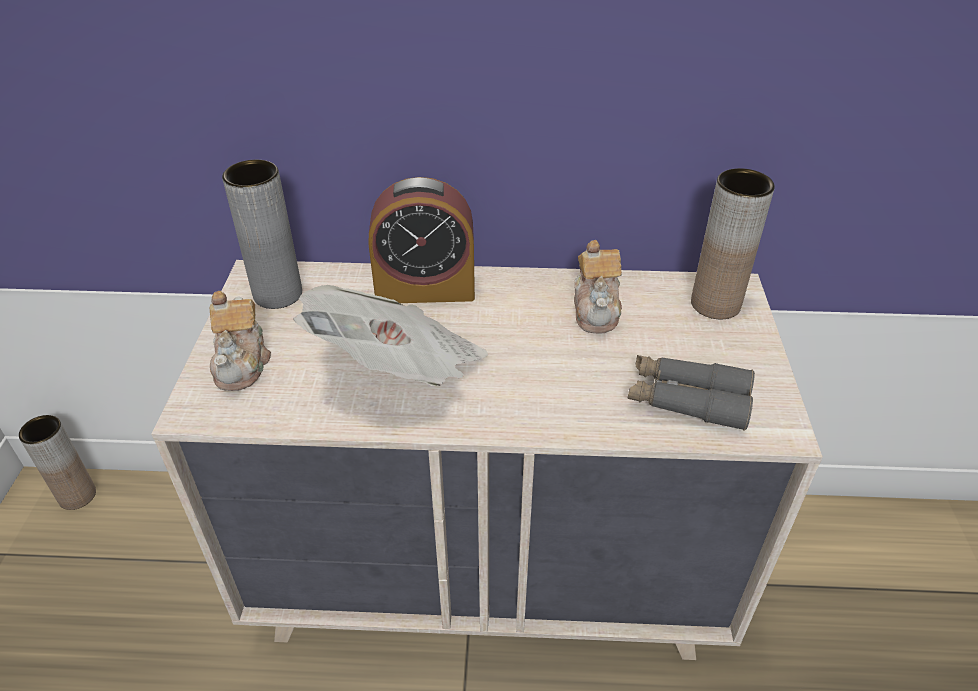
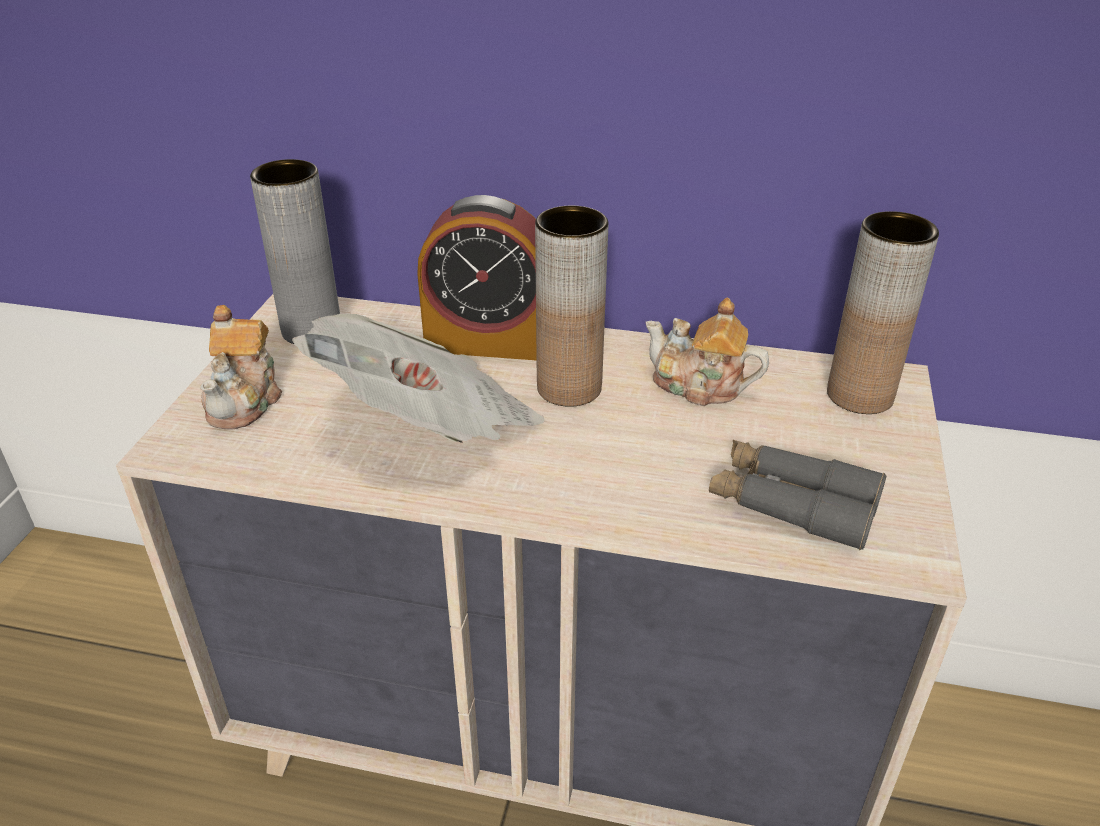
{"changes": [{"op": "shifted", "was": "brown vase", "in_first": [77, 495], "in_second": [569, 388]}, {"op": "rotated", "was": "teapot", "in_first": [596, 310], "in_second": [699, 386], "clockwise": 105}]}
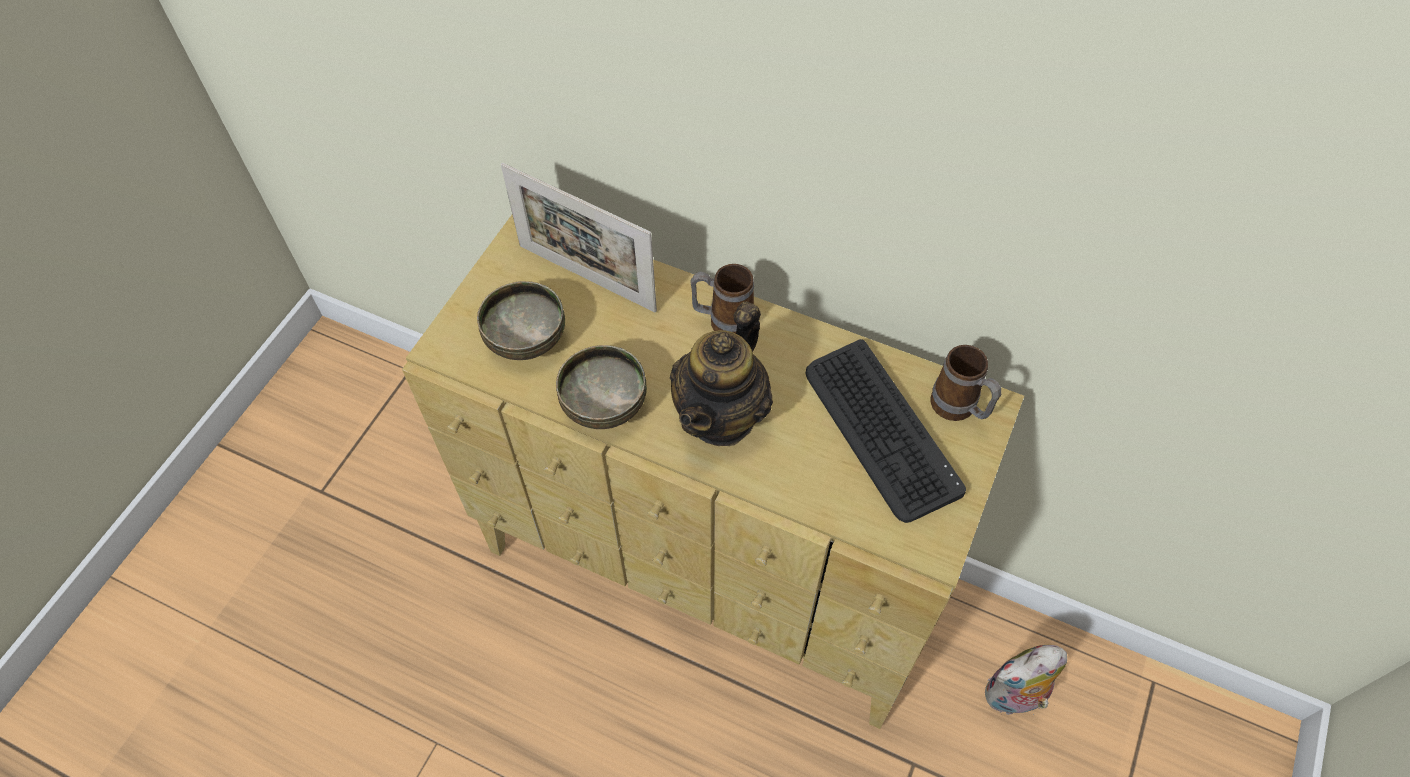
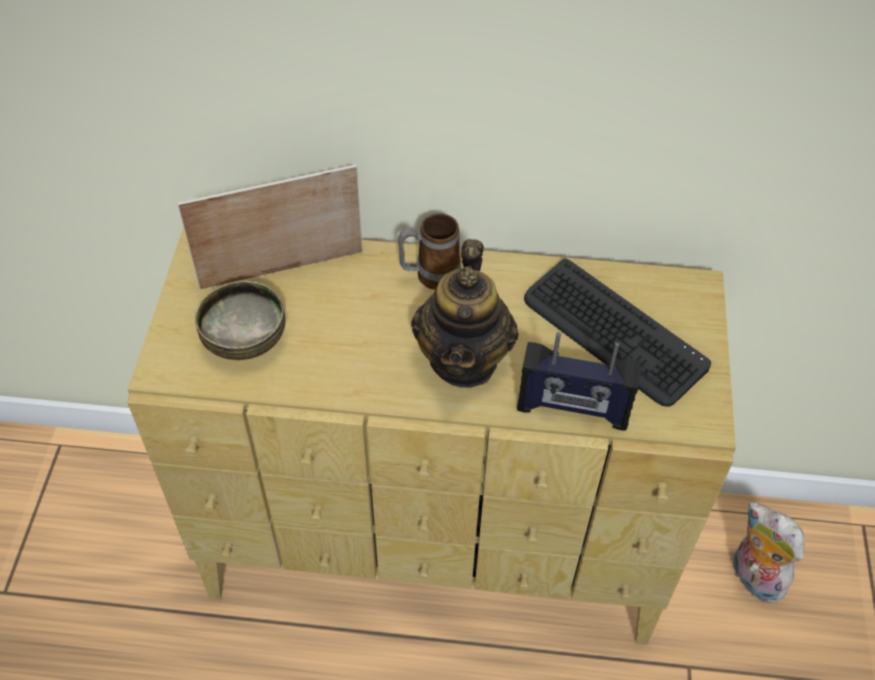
{"changes": [{"op": "rotated", "was": "picture frame", "in_first": [586, 278], "in_second": [282, 269], "clockwise": 150}, {"op": "gone", "was": "bowl", "in_first": [604, 405]}, {"op": "gone", "was": "mug", "in_first": [959, 410]}, {"op": "rotated", "was": "plush toy", "in_first": [1013, 697], "in_second": [752, 577], "clockwise": 90}, {"op": "new", "now": "radio", "in_second": [573, 409]}]}
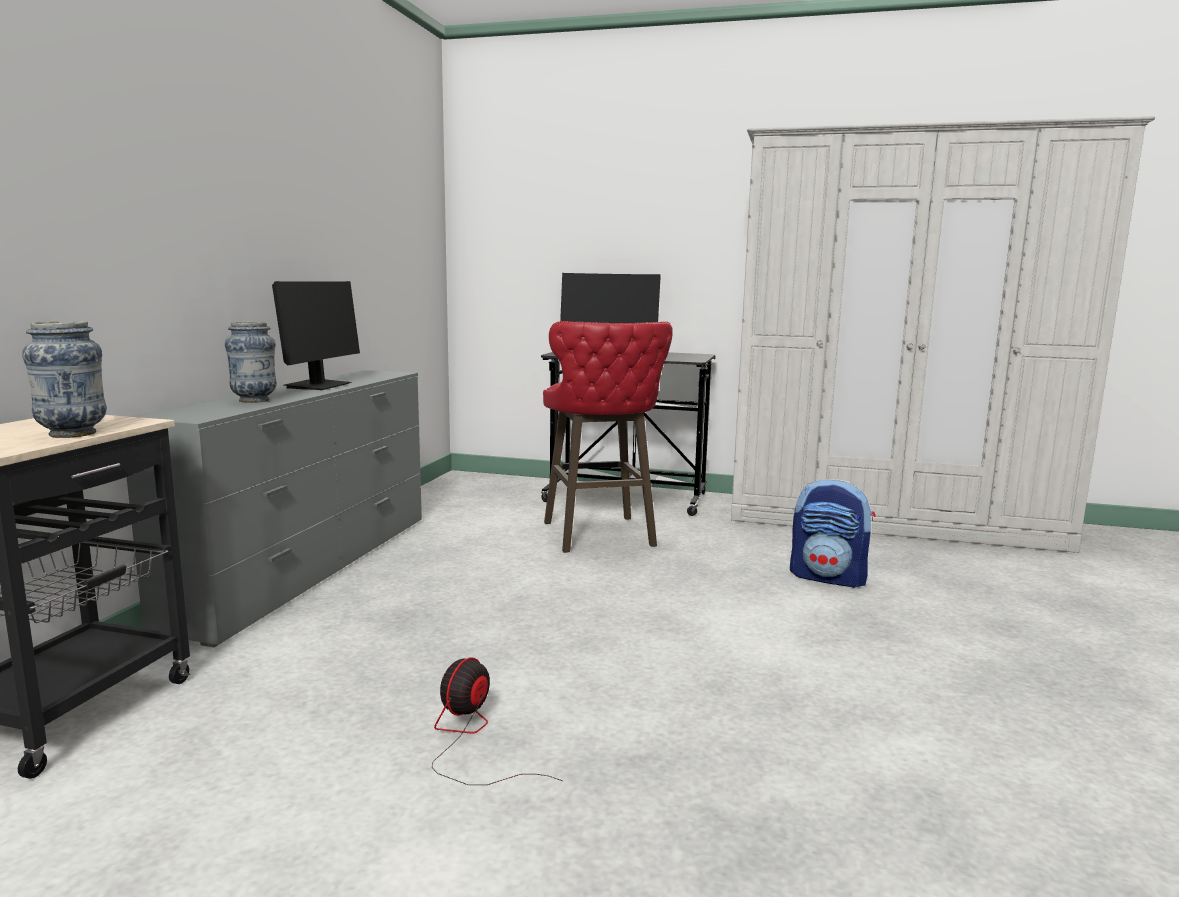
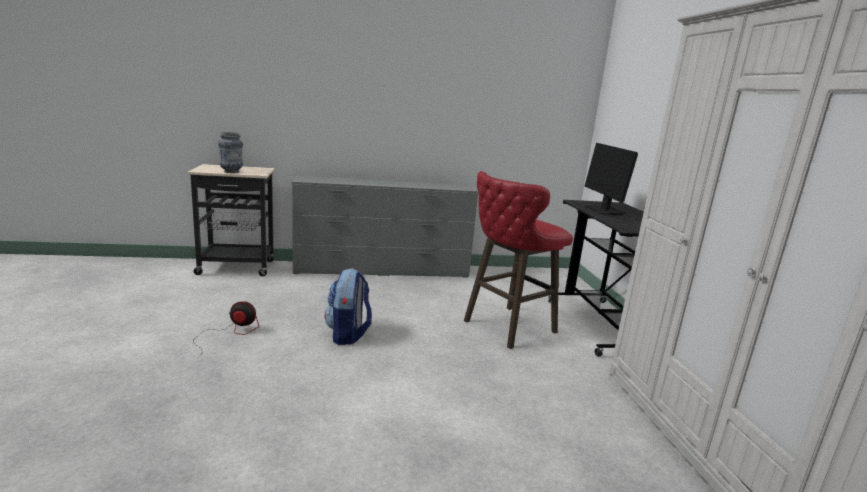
{"changes": [{"op": "gone", "was": "vase", "in_first": [254, 400]}, {"op": "gone", "was": "monitor", "in_first": [318, 386]}, {"op": "shifted", "was": "backpack", "in_first": [829, 578], "in_second": [348, 334]}]}
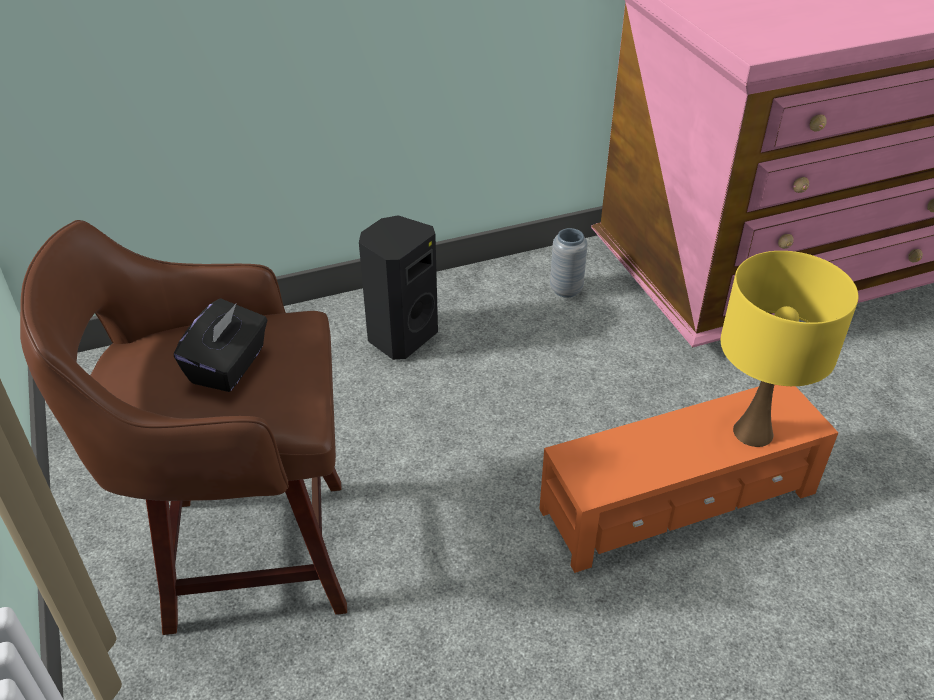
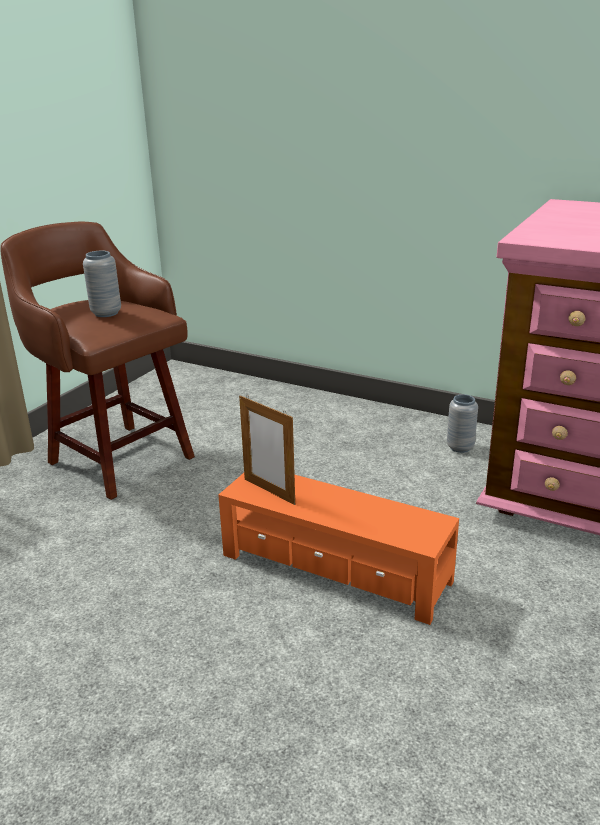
{"changes": [{"op": "swapped", "was": "black tissue box", "now": "grey vase", "in_first": [229, 366], "in_second": [106, 313]}, {"op": "gone", "was": "black speaker", "in_first": [400, 336]}, {"op": "gone", "was": "yellow table lamp", "in_first": [752, 432]}, {"op": "new", "now": "picture frame", "in_second": [269, 491]}]}
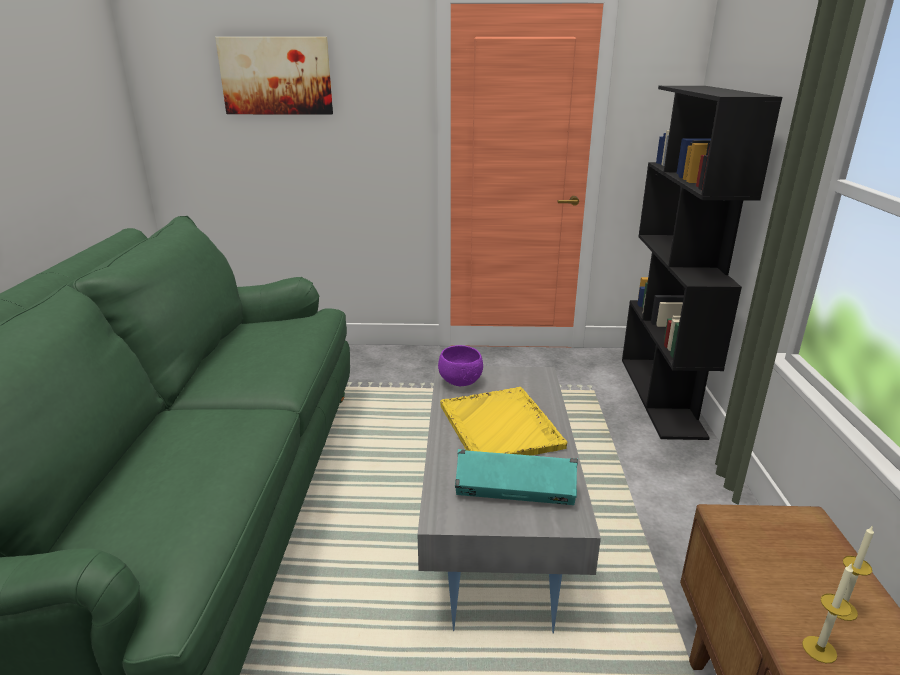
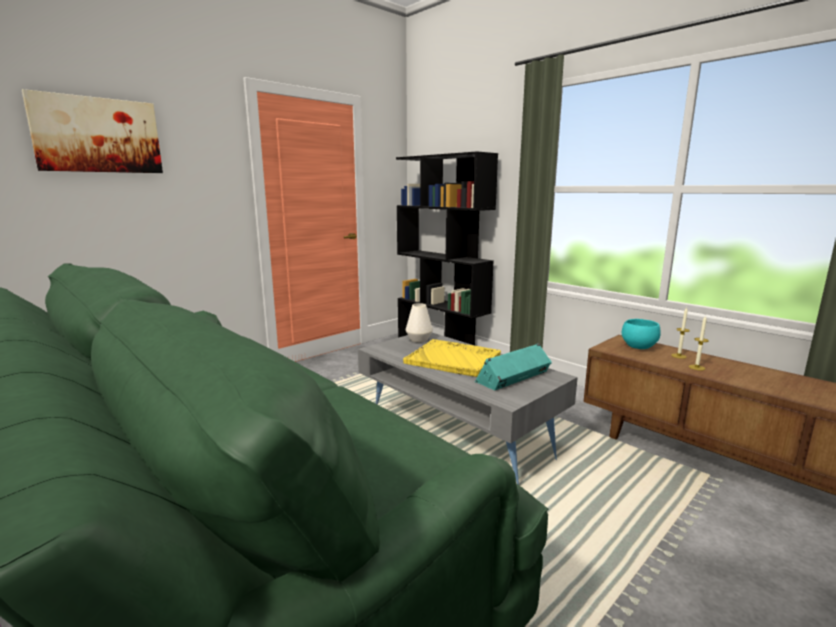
{"changes": [{"op": "gone", "was": "purple bowl", "in_first": [461, 382]}, {"op": "new", "now": "white vase", "in_second": [419, 339]}, {"op": "new", "now": "turquoise bowl", "in_second": [637, 347]}]}
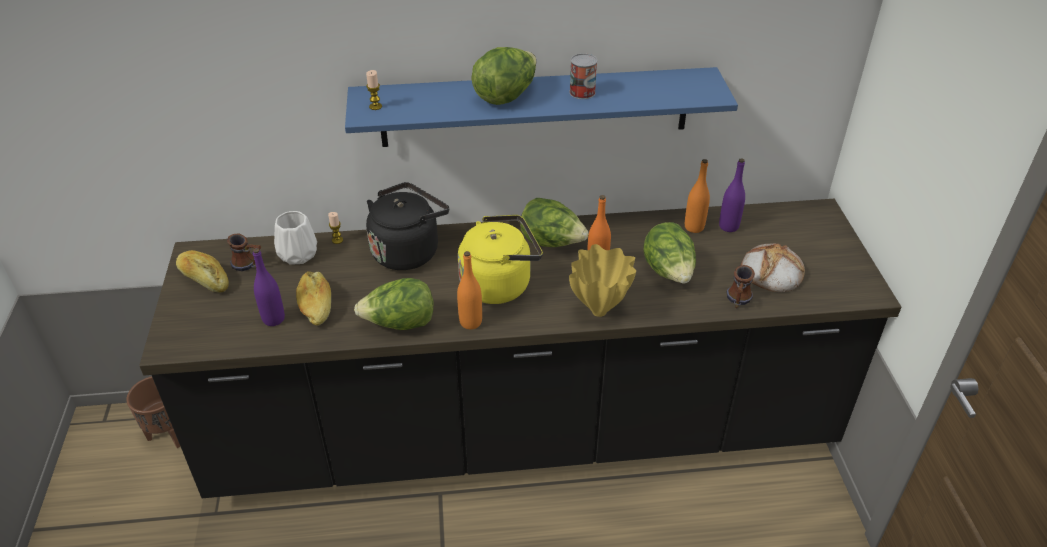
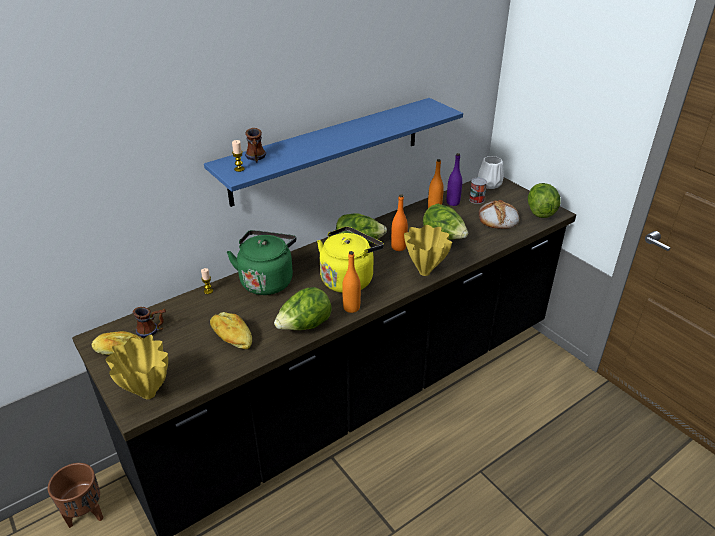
{"changes": [{"op": "gone", "was": "purple bottle", "in_first": [273, 319]}, {"op": "shifted", "was": "white vase", "in_first": [297, 254], "in_second": [488, 184]}, {"op": "repainted", "was": "black kettle", "now": "green kettle", "in_first": [408, 251], "in_second": [267, 280]}, {"op": "shifted", "was": "lettuce", "in_first": [506, 96], "in_second": [540, 211]}, {"op": "shifted", "was": "can", "in_first": [582, 92], "in_second": [476, 200]}, {"op": "shifted", "was": "mug", "in_first": [737, 301], "in_second": [256, 158]}, {"op": "new", "now": "yellow vase", "in_second": [148, 394]}]}
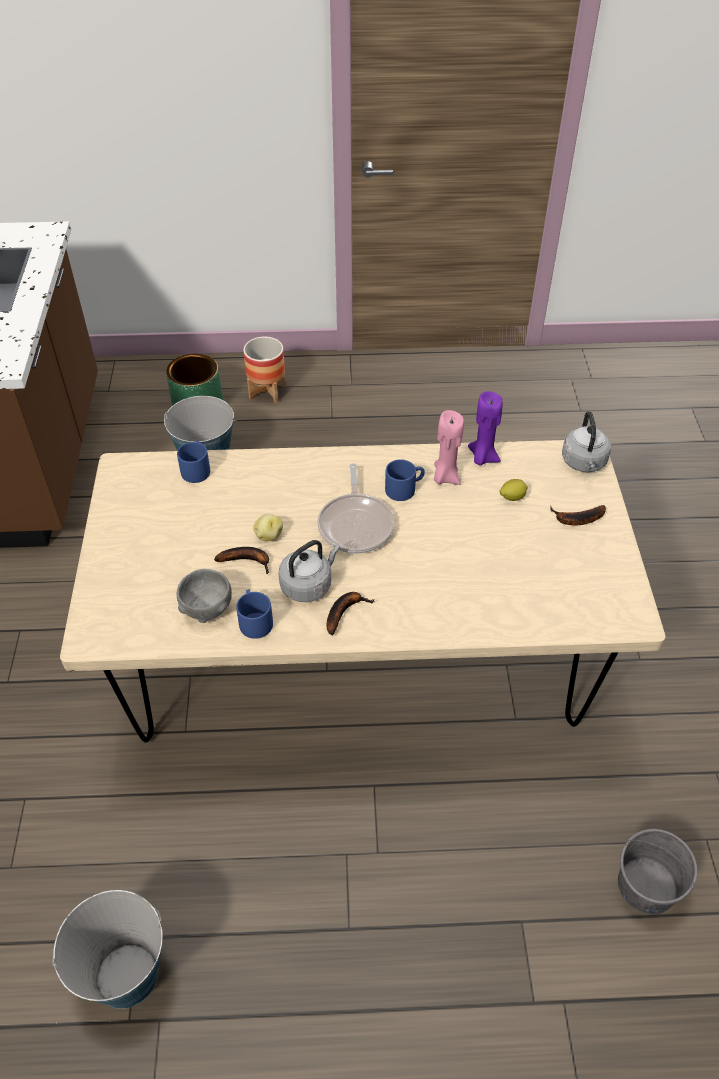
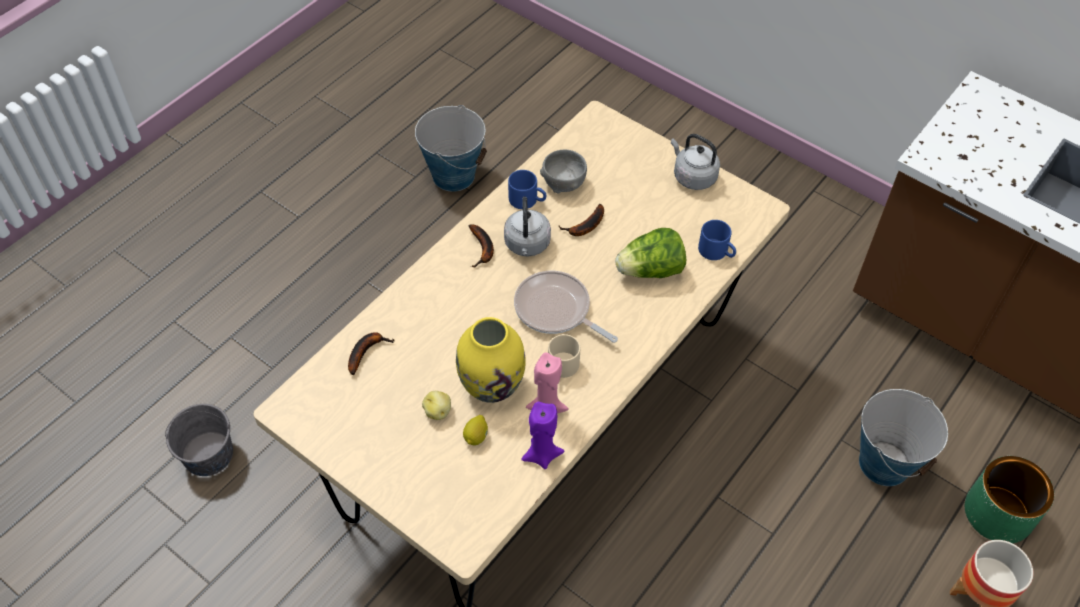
{"changes": [{"op": "shifted", "was": "potato", "in_first": [268, 535], "in_second": [438, 411]}, {"op": "repainted", "was": "blue mug", "now": "beige mug", "in_first": [404, 488], "in_second": [562, 369]}, {"op": "shifted", "was": "banana", "in_first": [576, 519], "in_second": [366, 352]}, {"op": "shifted", "was": "grey kettle", "in_first": [584, 463], "in_second": [692, 176]}, {"op": "new", "now": "yellow vase", "in_second": [492, 385]}, {"op": "new", "now": "lettuce", "in_second": [650, 271]}]}
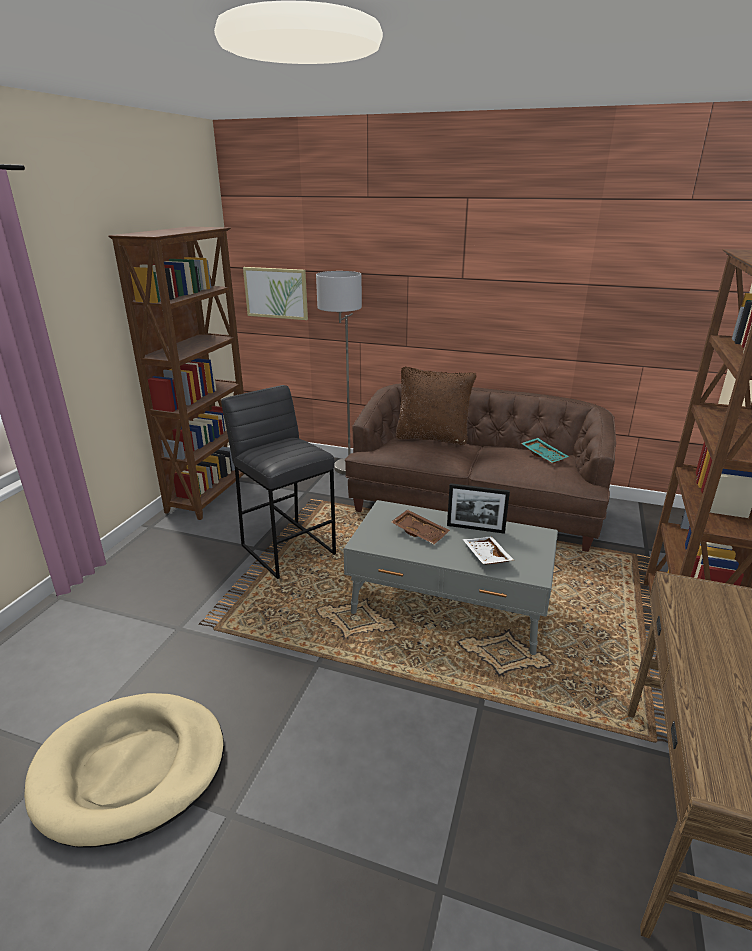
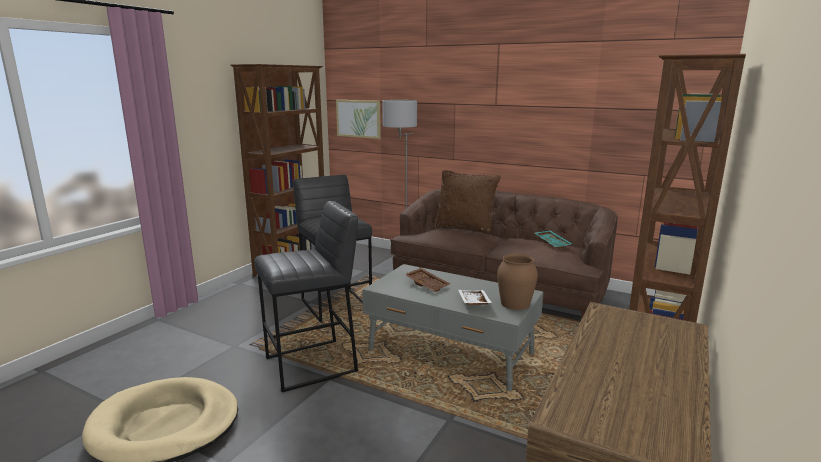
{"changes": [{"op": "gone", "was": "picture frame", "in_first": [475, 528]}, {"op": "new", "now": "grey stool", "in_second": [312, 364]}, {"op": "new", "now": "brown vase", "in_second": [514, 303]}]}
